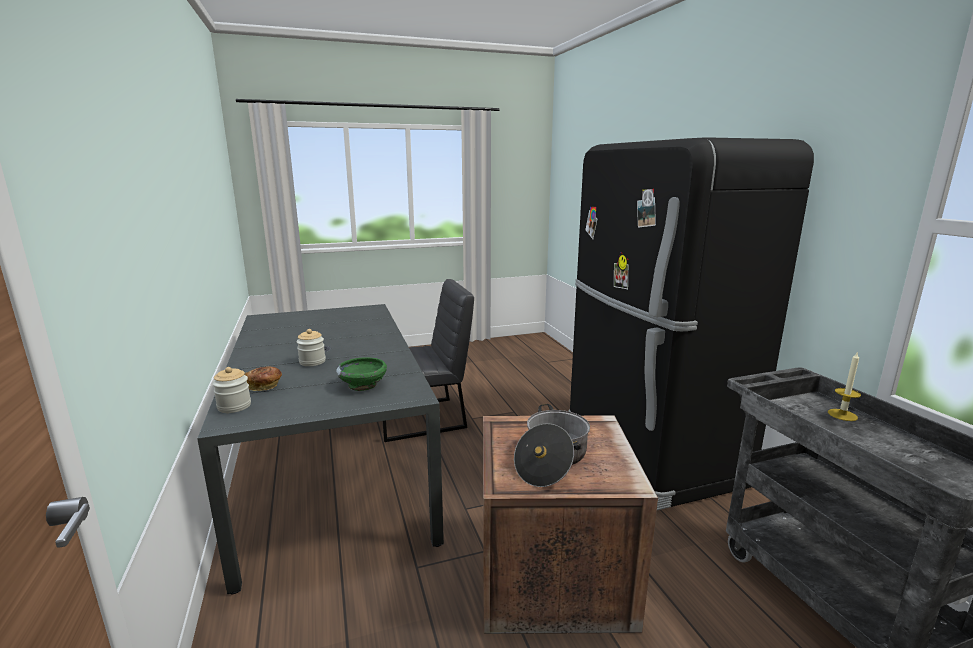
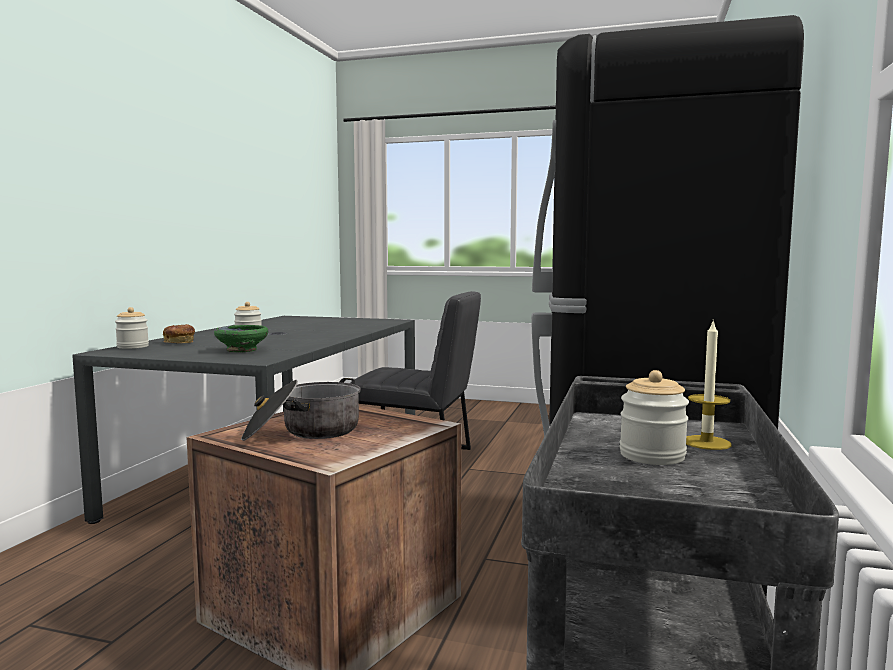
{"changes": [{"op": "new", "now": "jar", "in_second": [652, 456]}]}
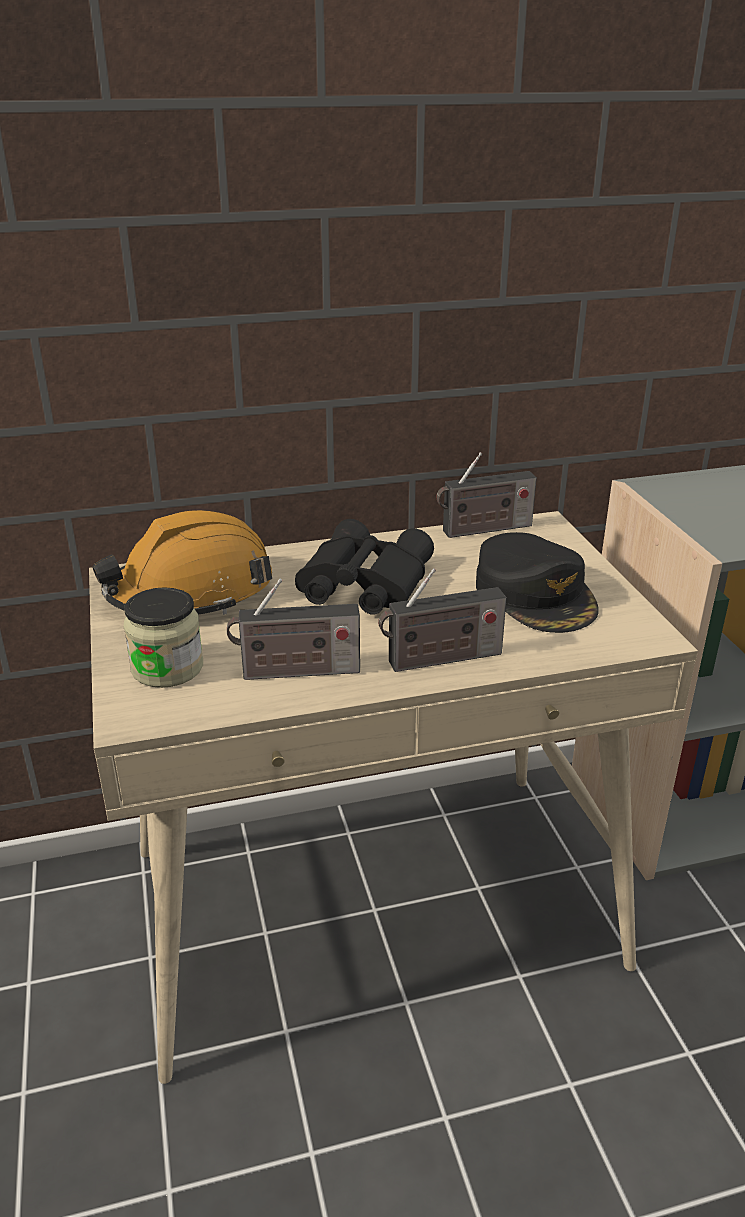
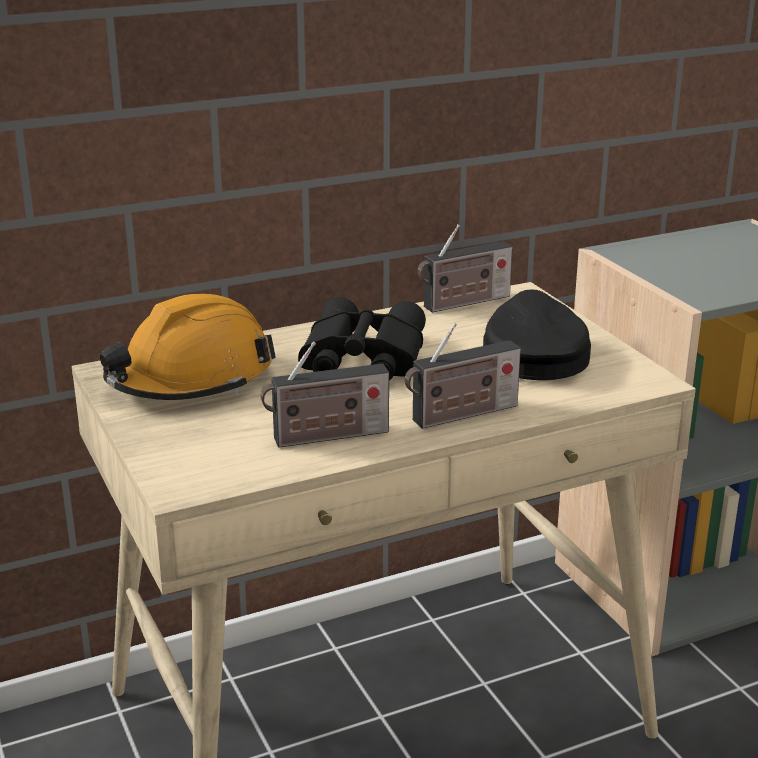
{"changes": [{"op": "gone", "was": "jar", "in_first": [167, 668]}, {"op": "rotated", "was": "black cap", "in_first": [535, 594], "in_second": [532, 354], "clockwise": -150}]}
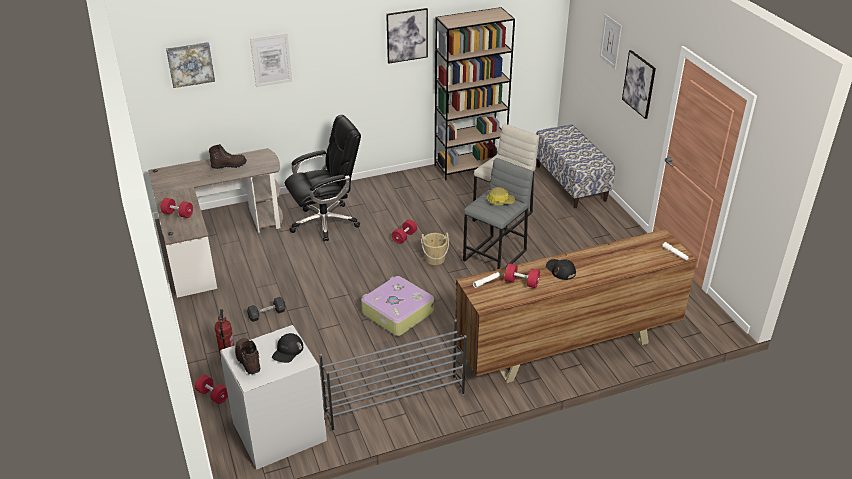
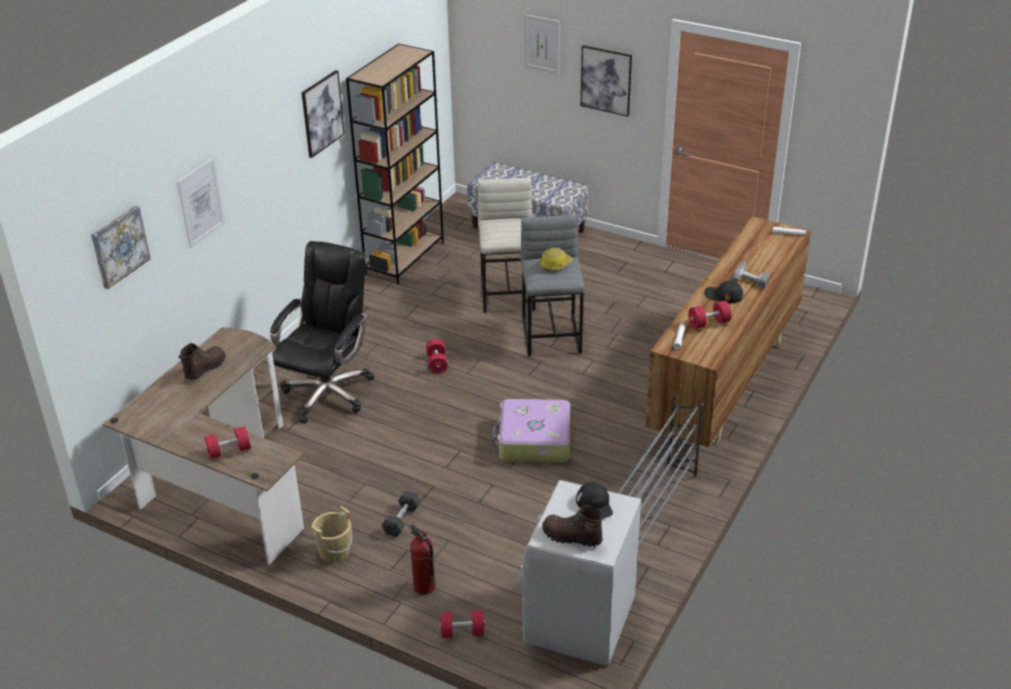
{"changes": [{"op": "shifted", "was": "beige bucket", "in_first": [434, 259], "in_second": [334, 551]}, {"op": "new", "now": "power drill", "in_second": [752, 277]}]}
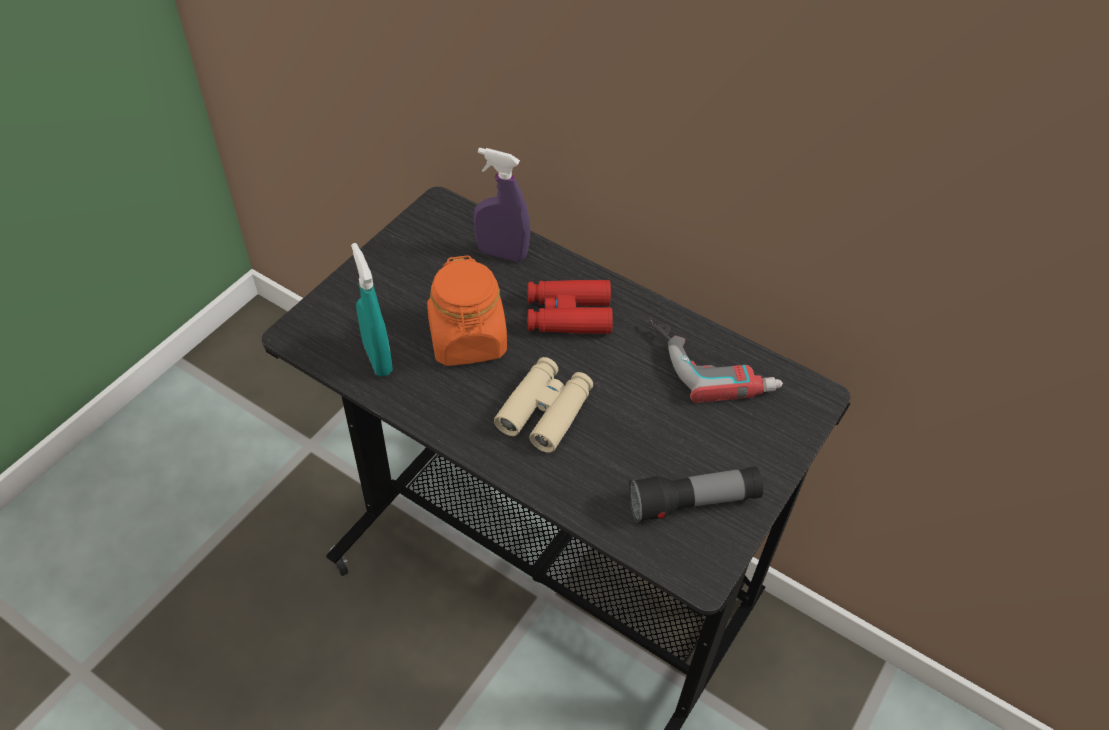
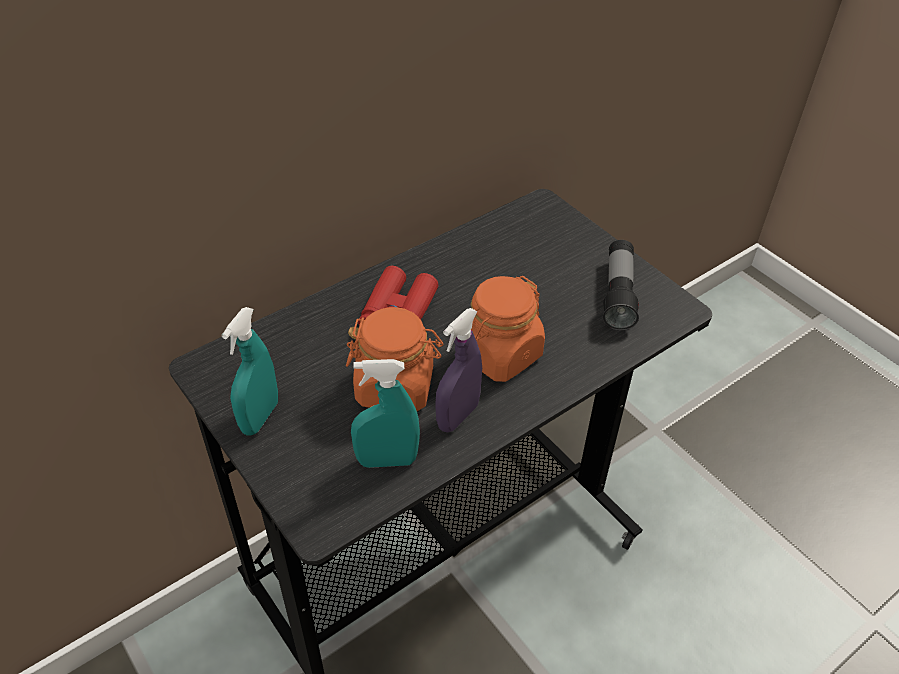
{"changes": [{"op": "shifted", "was": "purple spray bottle", "in_first": [502, 253], "in_second": [458, 416]}, {"op": "swapped", "was": "beige binoculars", "now": "orange jar", "in_first": [545, 411], "in_second": [499, 354]}, {"op": "gone", "was": "power drill", "in_first": [713, 361]}, {"op": "new", "now": "turquoise spray bottle", "in_second": [260, 417]}]}
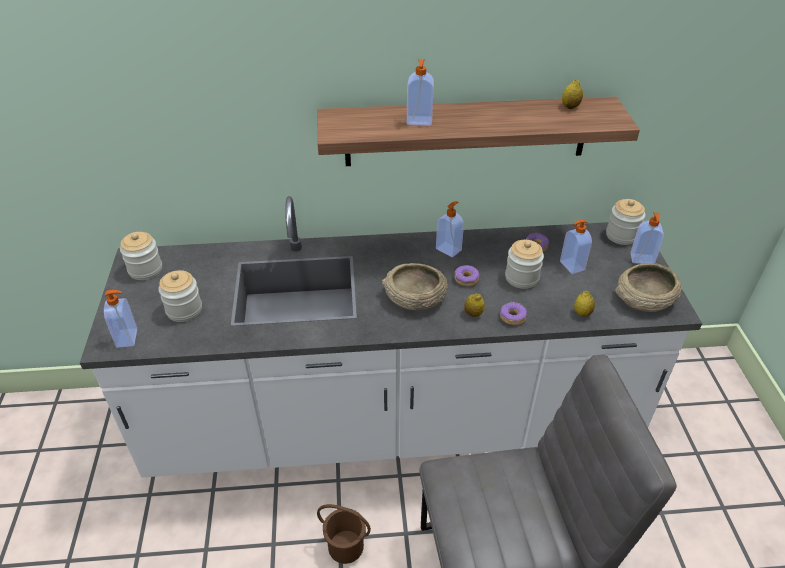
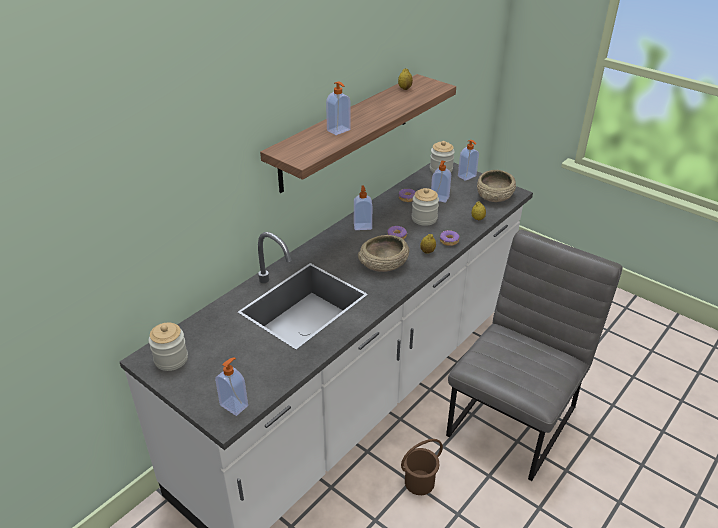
{"changes": [{"op": "gone", "was": "jar", "in_first": [184, 310]}]}
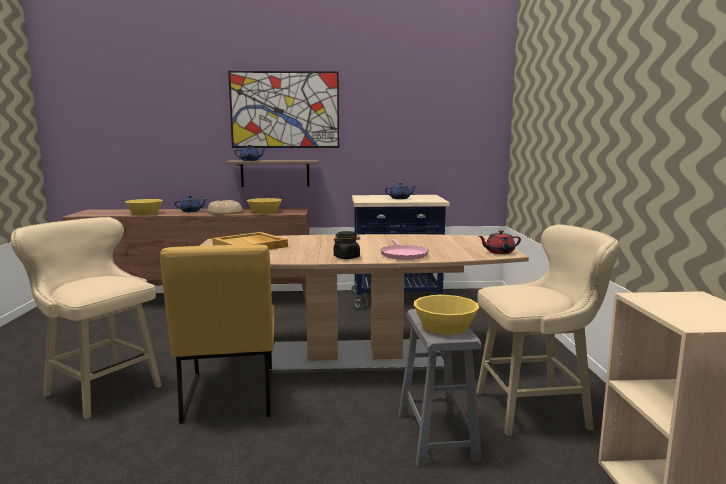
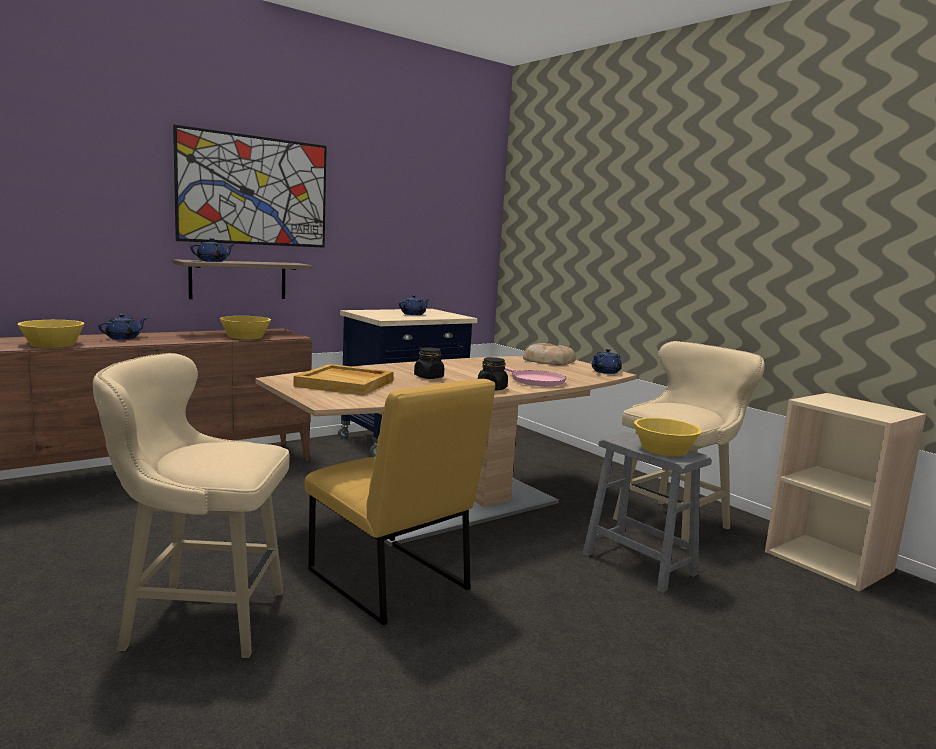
{"changes": [{"op": "shifted", "was": "bread", "in_first": [225, 212], "in_second": [548, 360]}, {"op": "repainted", "was": "red teapot", "now": "blue teapot", "in_first": [499, 252], "in_second": [605, 372]}, {"op": "new", "now": "black jar", "in_second": [428, 377]}]}
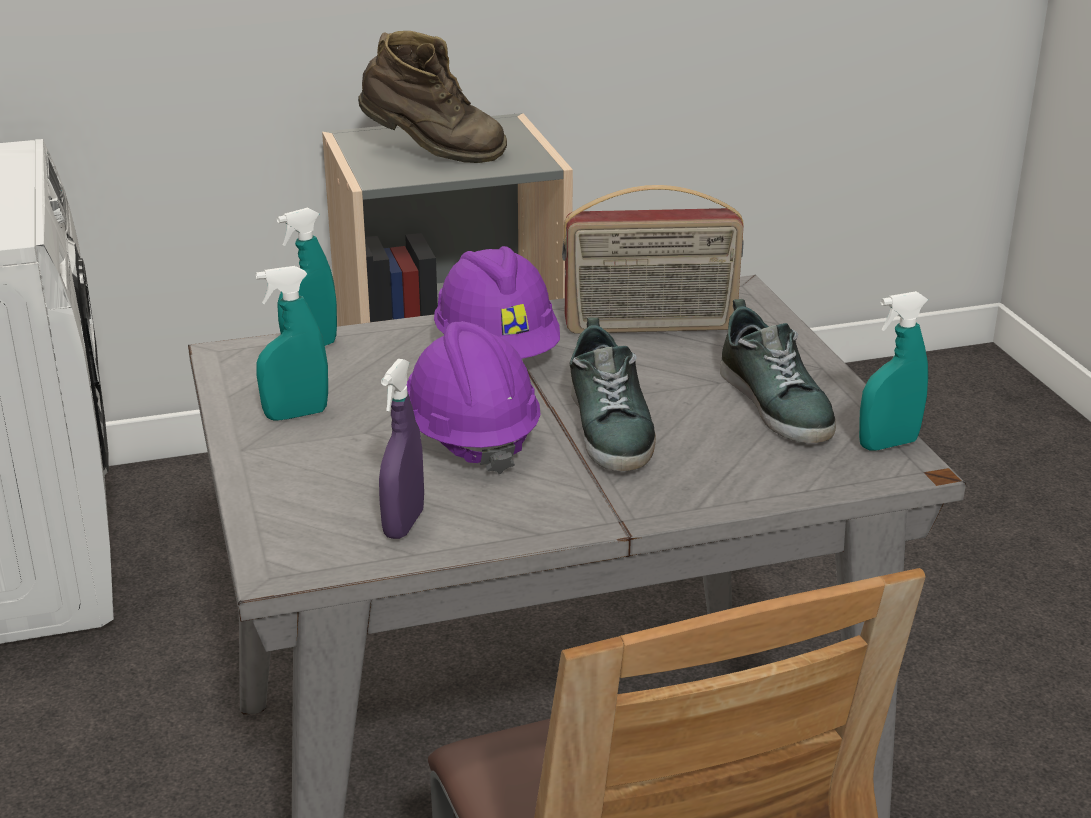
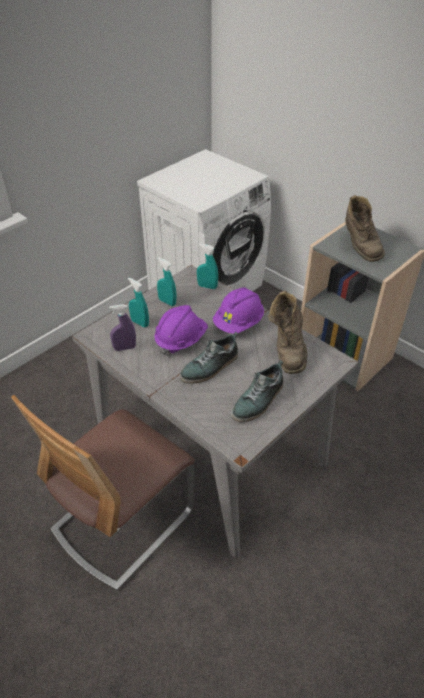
{"changes": [{"op": "swapped", "was": "radio", "now": "brown boot", "in_first": [650, 326], "in_second": [288, 350]}, {"op": "shifted", "was": "turquoise spray bottle", "in_first": [888, 444], "in_second": [140, 323]}]}
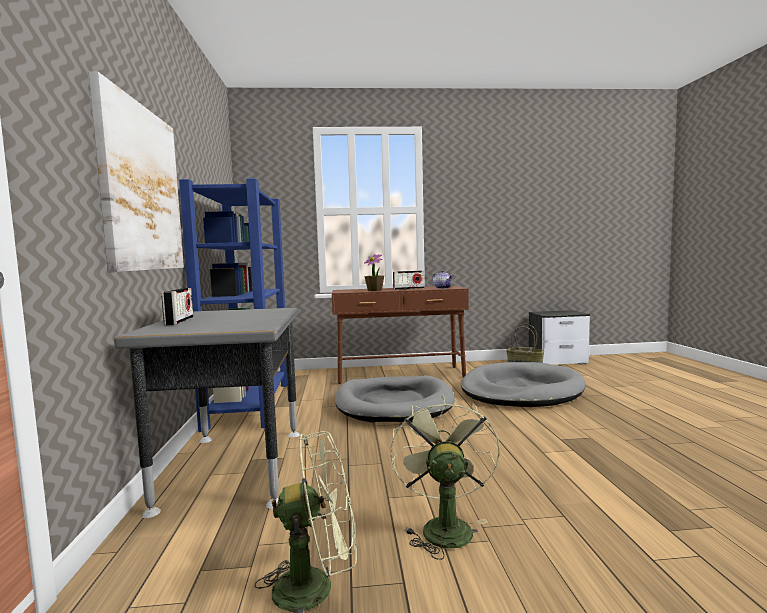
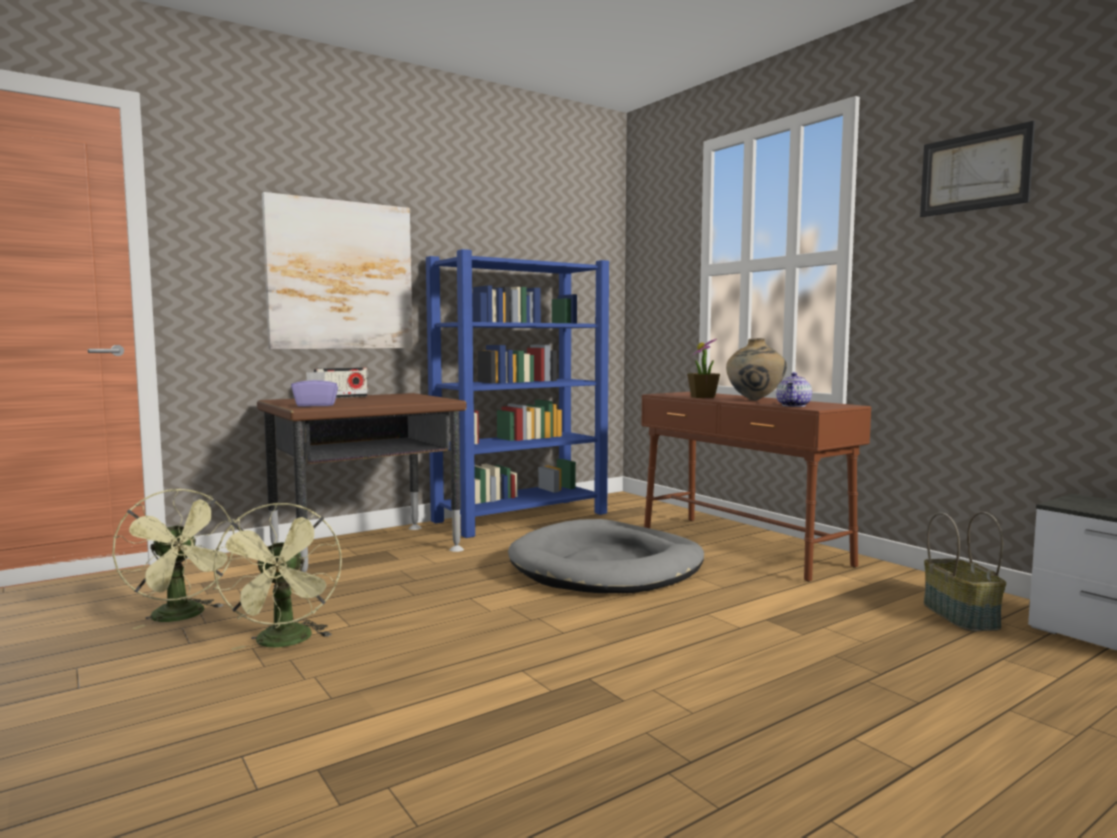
{"changes": [{"op": "repainted", "was": "grey desk", "now": "brown desk", "in_first": [233, 467], "in_second": [366, 549]}, {"op": "rotated", "was": "green fan", "in_first": [443, 526], "in_second": [285, 643], "clockwise": 105}, {"op": "swapped", "was": "radio", "now": "beige vase", "in_first": [408, 288], "in_second": [755, 400]}, {"op": "gone", "was": "grey dog bed", "in_first": [521, 391]}, {"op": "new", "now": "purple tissue box", "in_second": [316, 405]}, {"op": "new", "now": "picture", "in_second": [975, 172]}]}
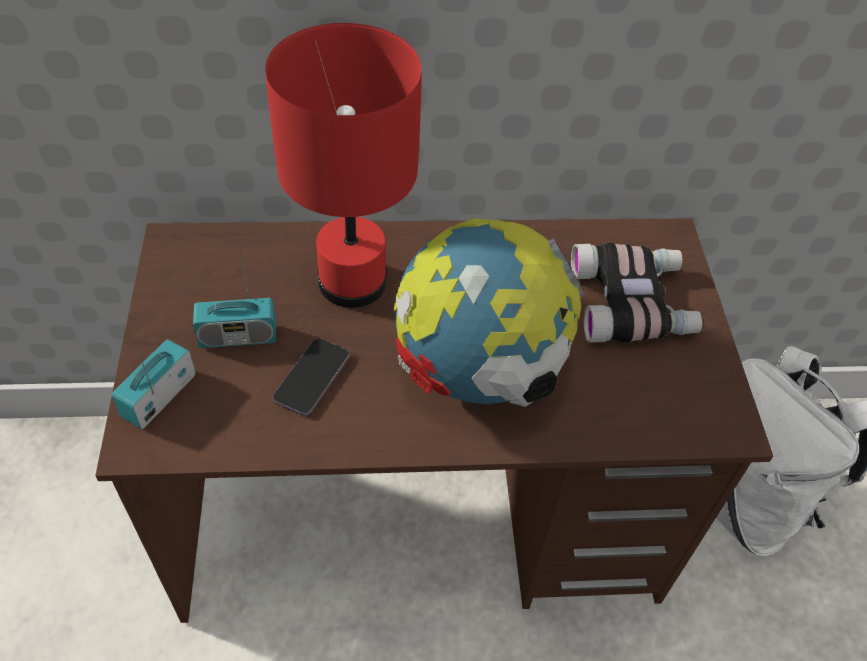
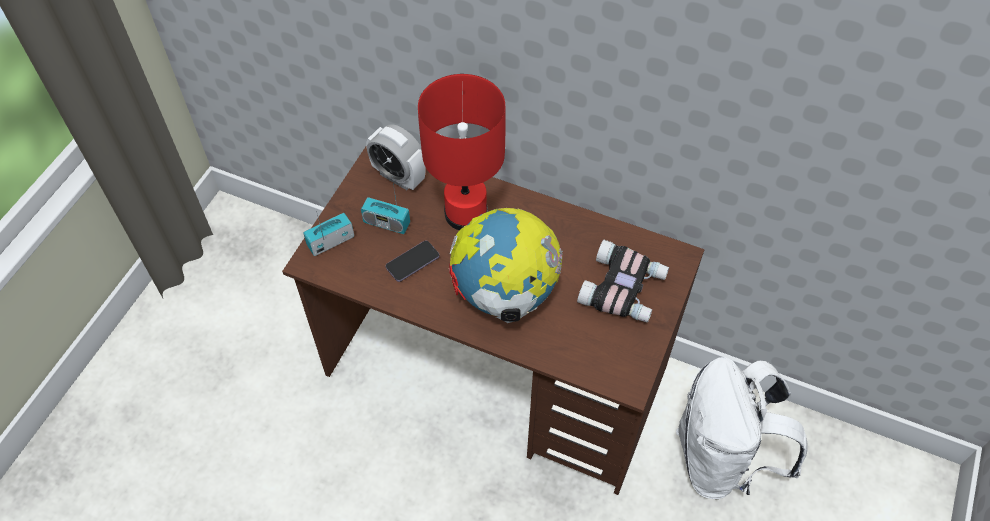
{"changes": [{"op": "new", "now": "alarm clock", "in_second": [398, 177]}]}
